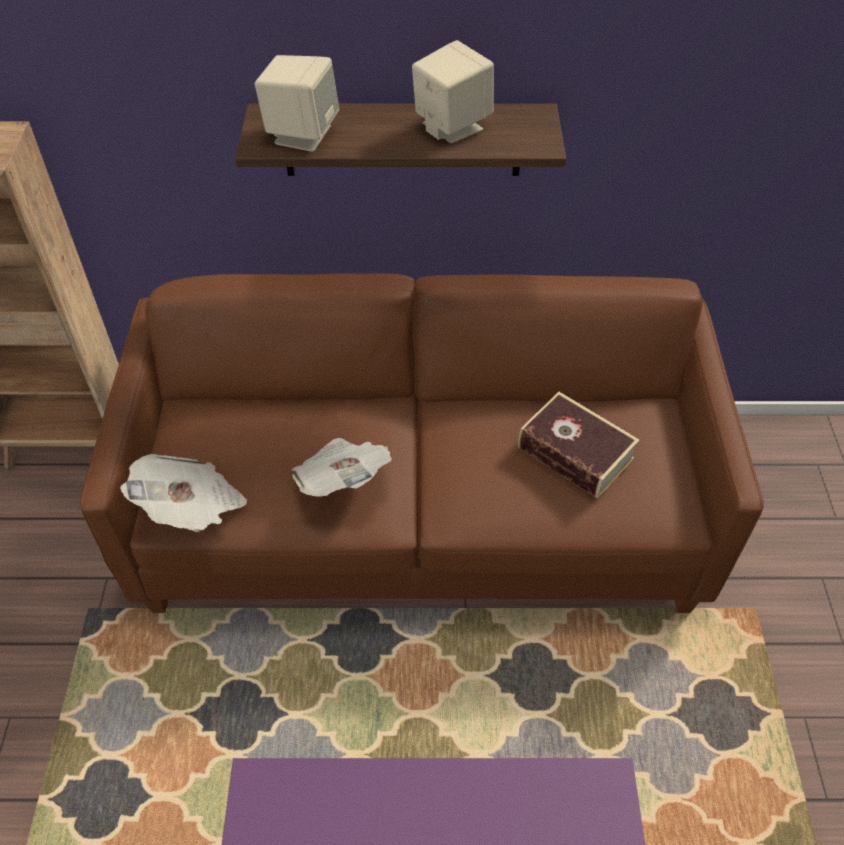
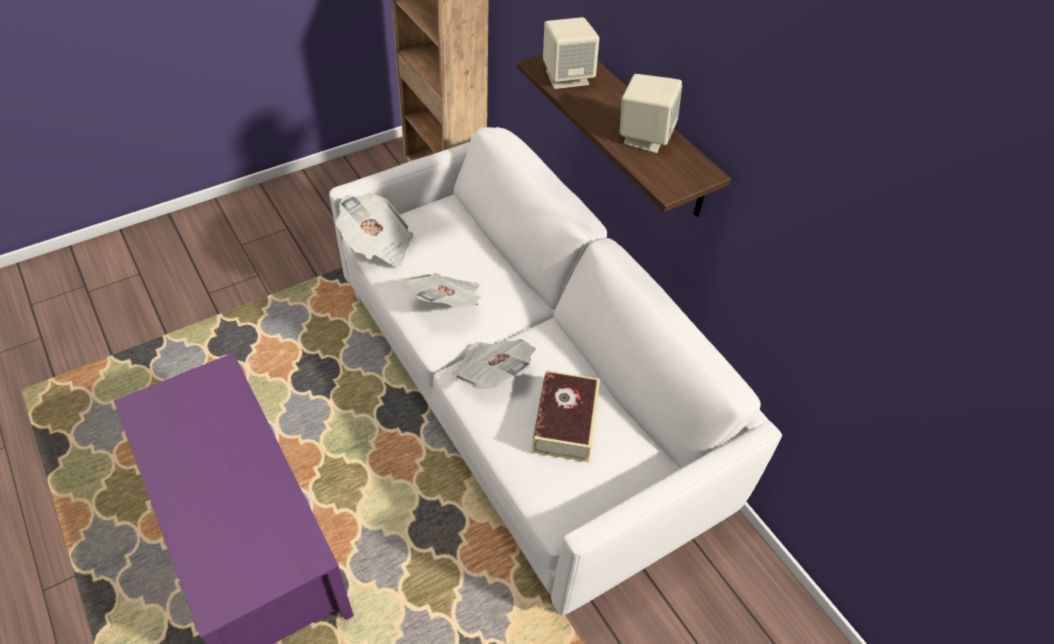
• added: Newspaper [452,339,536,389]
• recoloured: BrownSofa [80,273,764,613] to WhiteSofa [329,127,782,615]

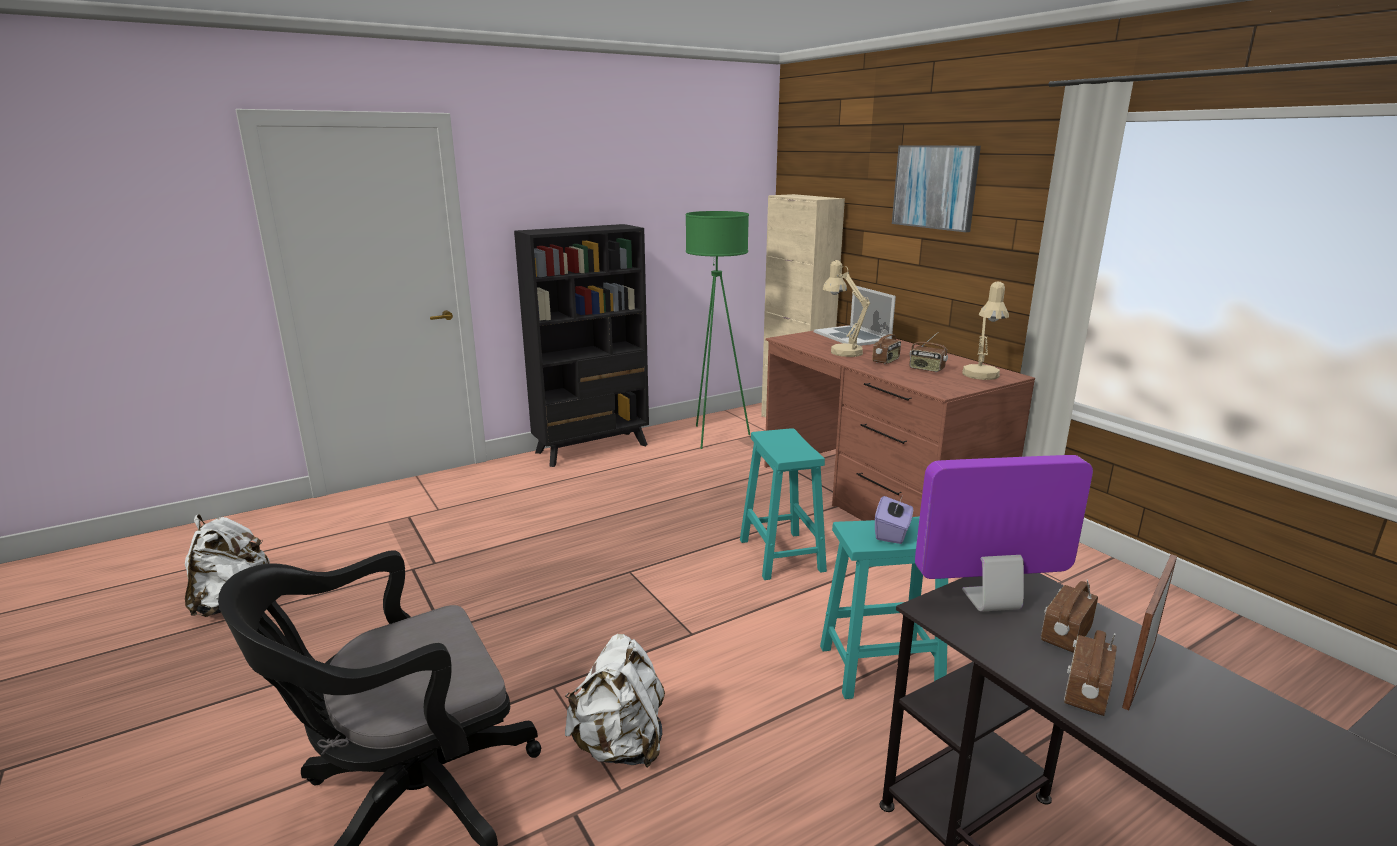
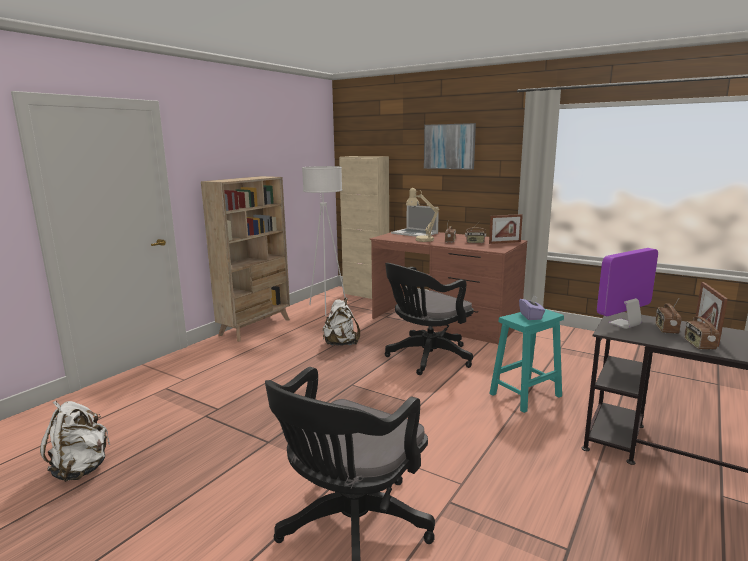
• moved: WhiteBackpack [565,634,665,767] to [323,298,360,346]
• replaced: TurquoiseStool [740,428,827,580] to BlackOfficeChair [385,263,474,375]
• replaced: BeigeTableLamp [962,281,1009,380] to PictureFrame [489,214,523,244]
• recoloured: BlackBookcase [514,224,649,467] to BeigeBookcase [201,176,290,342]
• recoloured: GreenFloorLamp [686,211,750,449] to WhiteFloorLamp [302,166,346,316]

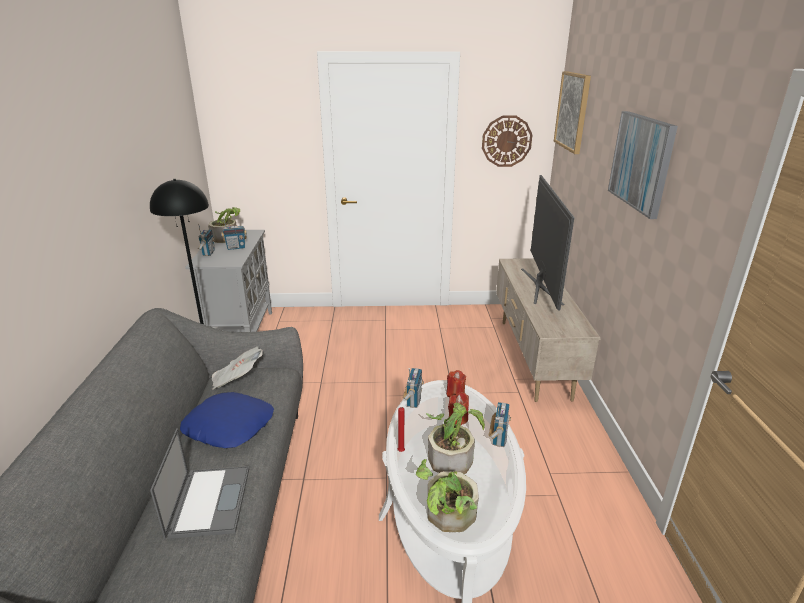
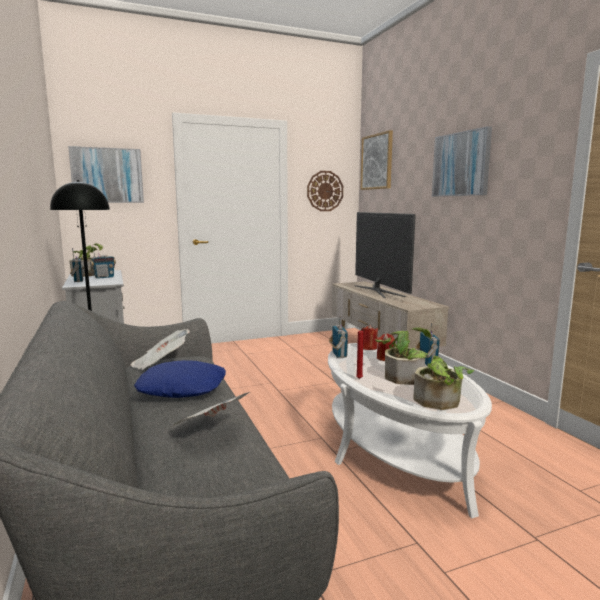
• added: Picture [68,146,144,203]
• replaced: Laptop [150,428,249,539] to Newspaper [170,392,250,427]

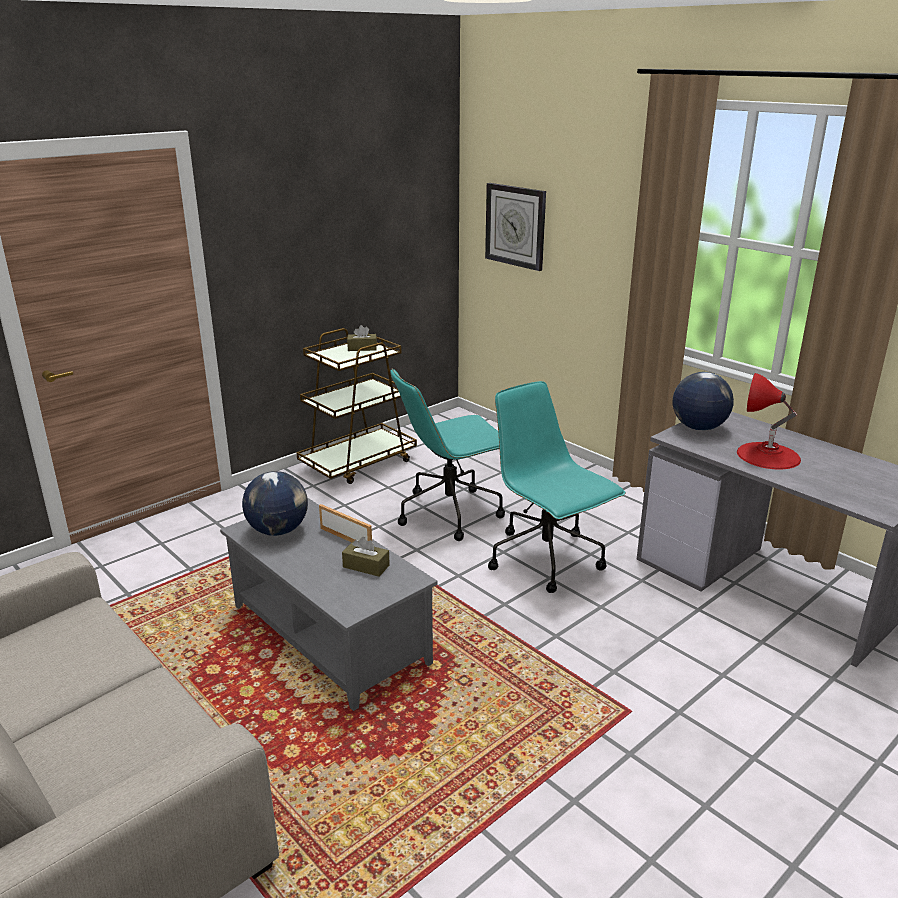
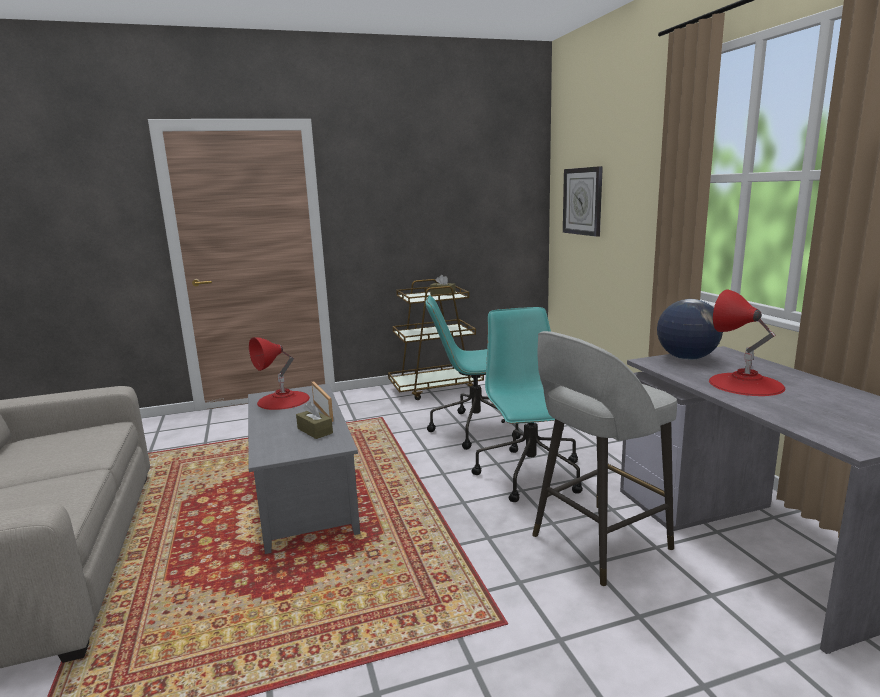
• added: GreyStool [532,331,677,586]
• replaced: Globe [242,471,308,536] to RedTableLamp [249,337,310,410]

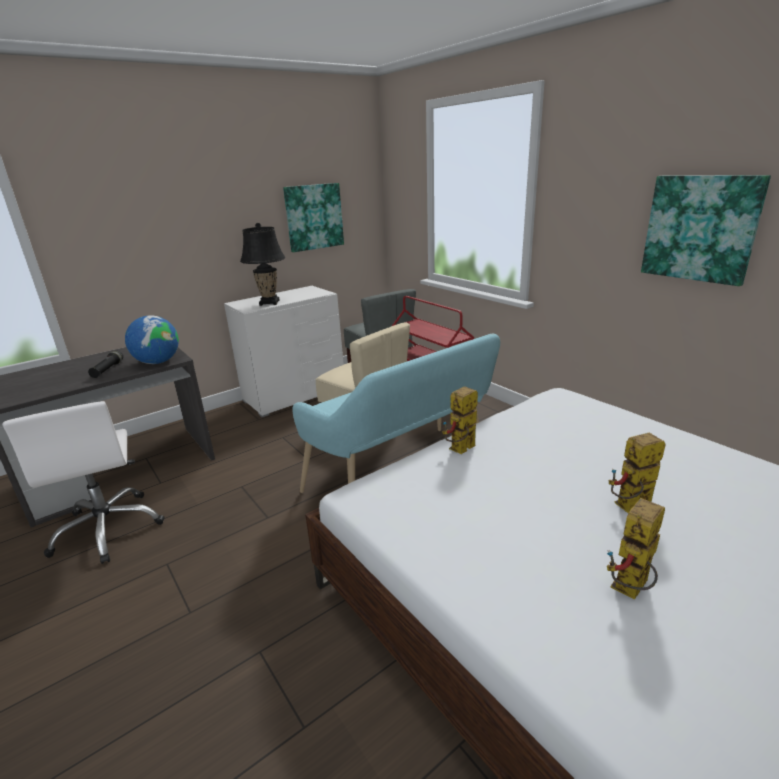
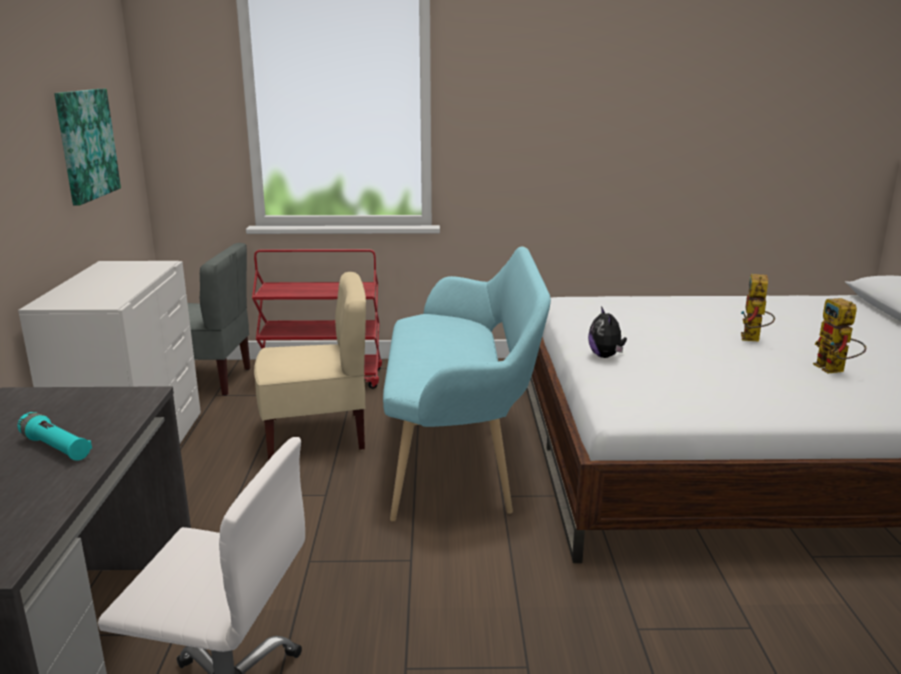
• removed: Globe [125,315,179,364]
• removed: BlackTableLamp [240,223,285,306]
• removed: Picture [641,175,771,286]
• replaced: ToyRobot [442,386,478,454] to PlushToy [588,306,627,358]
• recoloured: BlackFlashlight [88,350,123,378] to TurquoiseFlashlight [17,412,92,461]

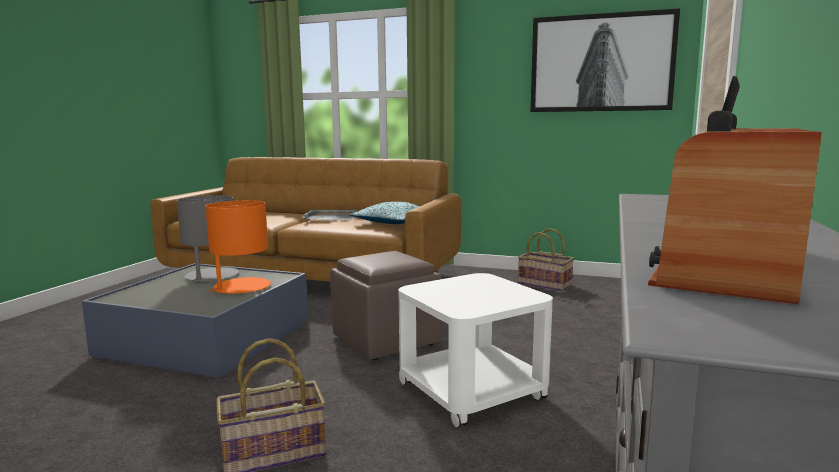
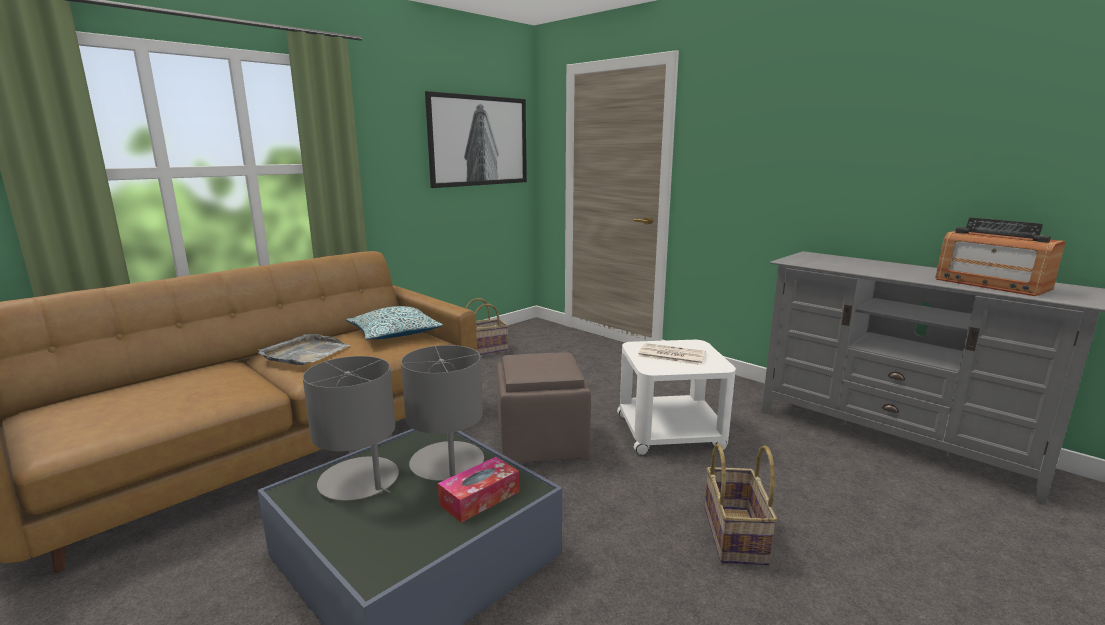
• added: TissueBox [438,457,519,523]
• added: Newspaper [638,343,706,365]
• recoloured: OrangeTableLamp [205,200,271,294] to GreyTableLamp [401,345,484,481]

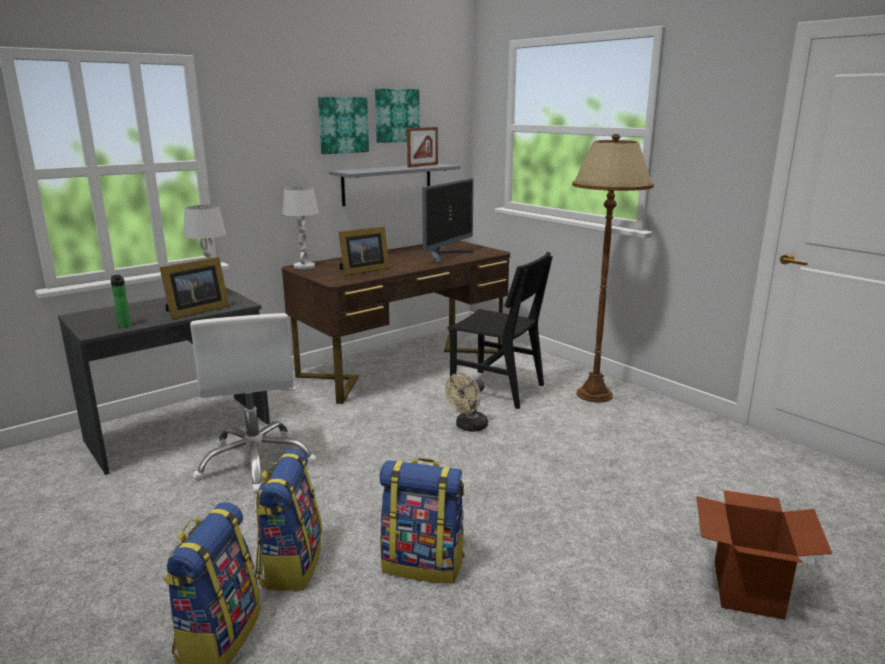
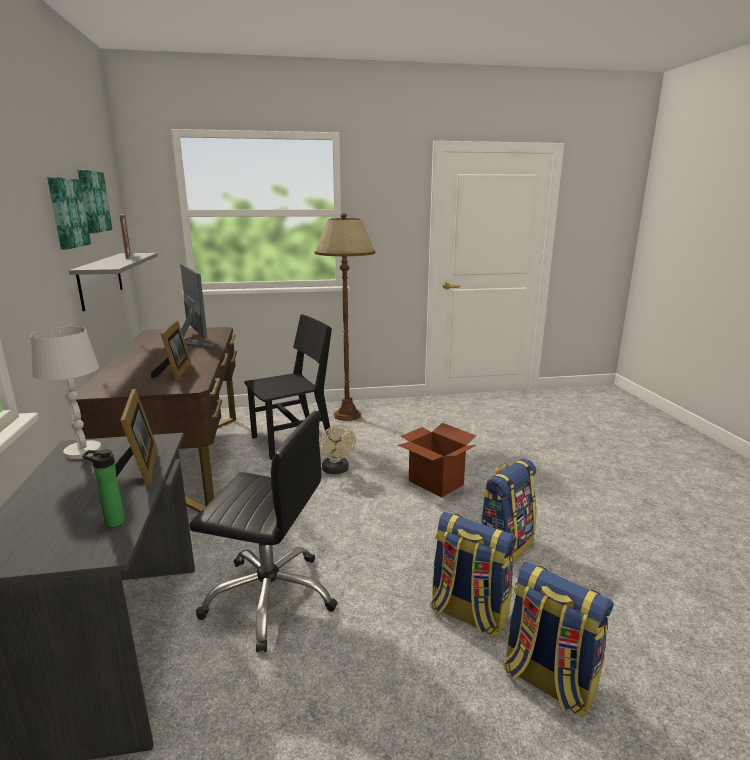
• removed: WhiteTableLamp [282,187,319,269]
• moved: CardboardBox [696,490,832,620] to [398,423,476,498]
• recoloured: WhiteOfficeChair [190,313,316,493] to BlackOfficeChair [189,411,337,653]

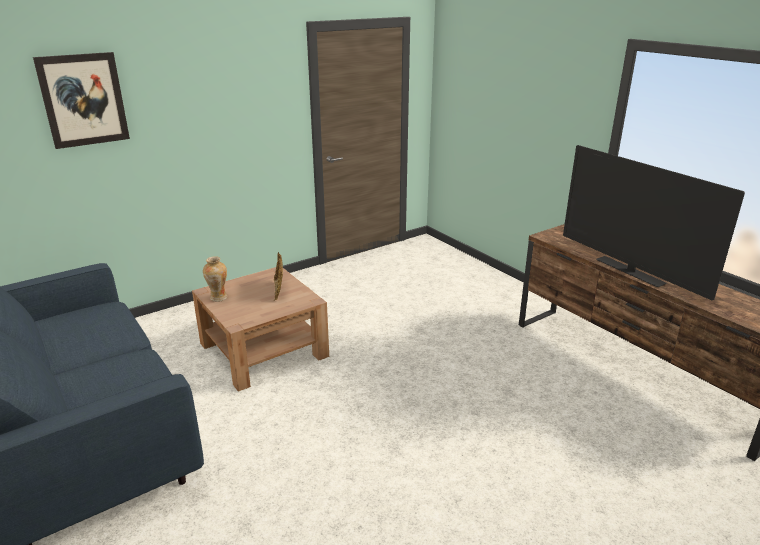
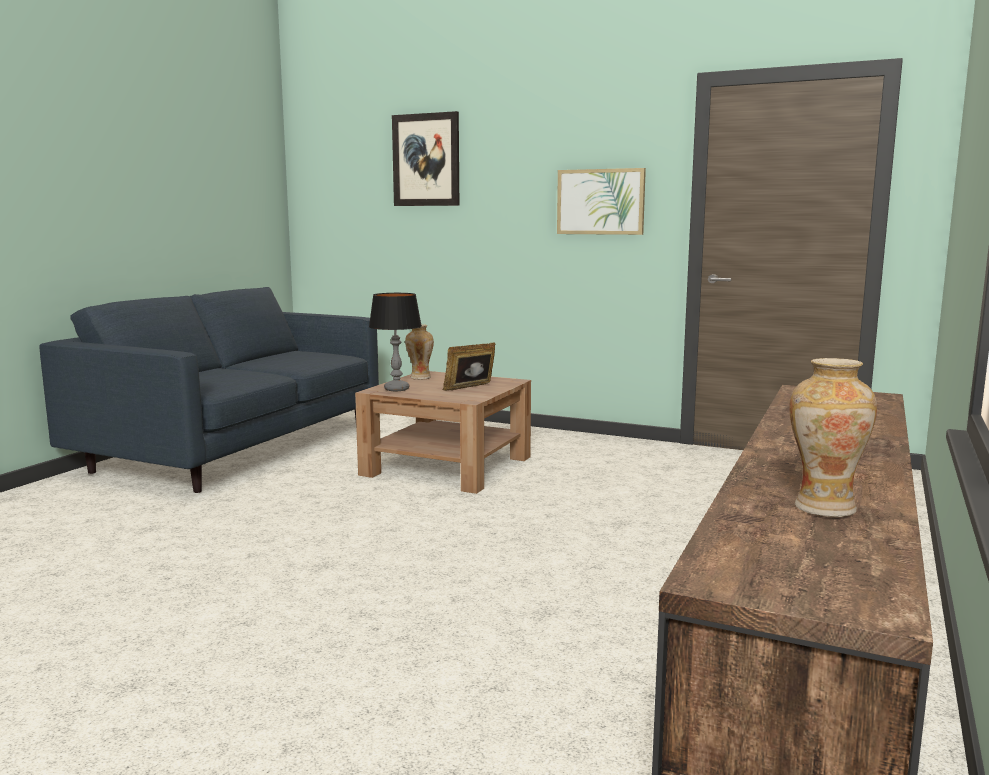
• removed: Television [563,145,745,300]
• added: TableLamp [369,293,422,391]
• added: Picture [557,168,646,235]
• added: Vase [789,358,877,517]

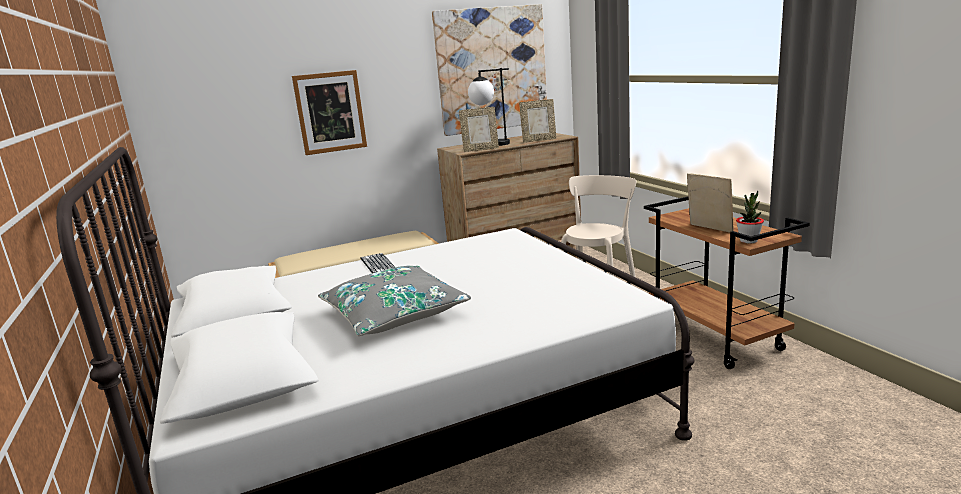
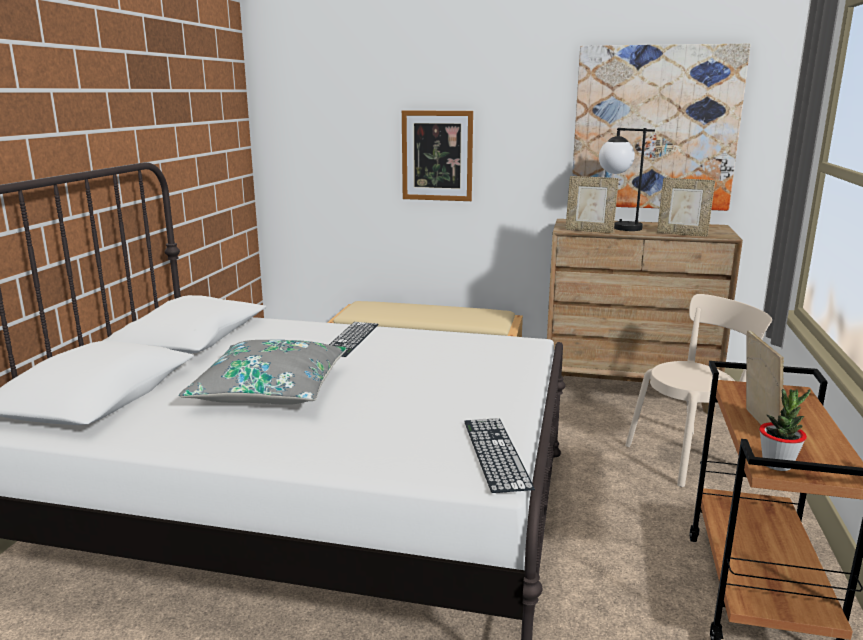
• added: Keyboard [464,418,535,493]

